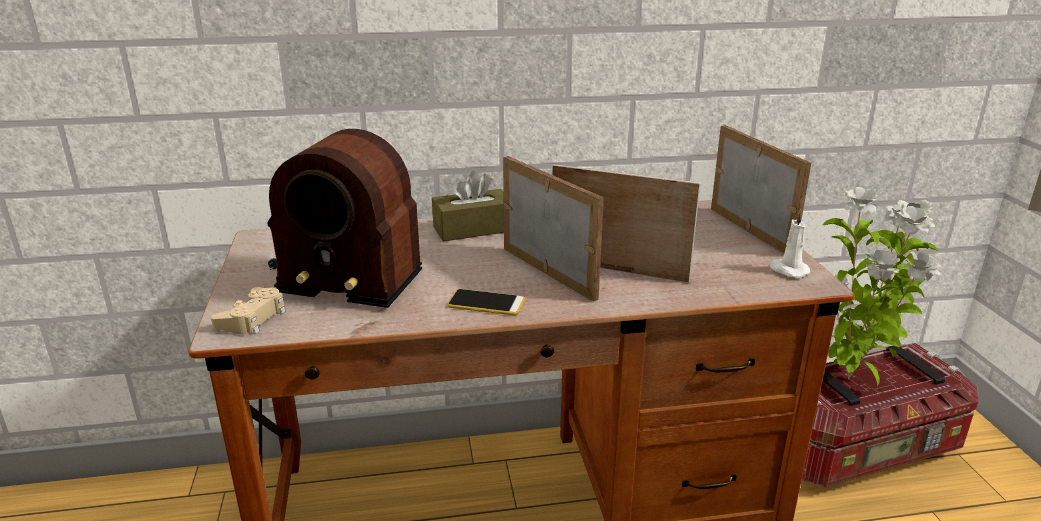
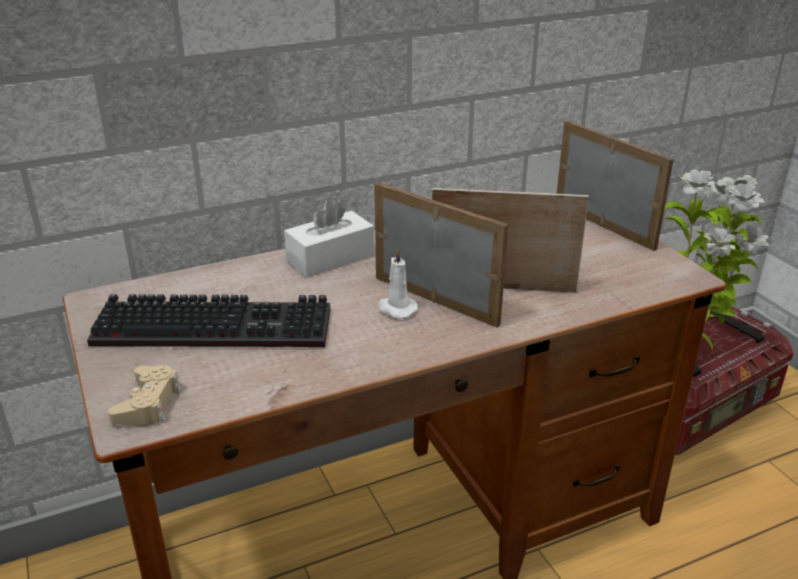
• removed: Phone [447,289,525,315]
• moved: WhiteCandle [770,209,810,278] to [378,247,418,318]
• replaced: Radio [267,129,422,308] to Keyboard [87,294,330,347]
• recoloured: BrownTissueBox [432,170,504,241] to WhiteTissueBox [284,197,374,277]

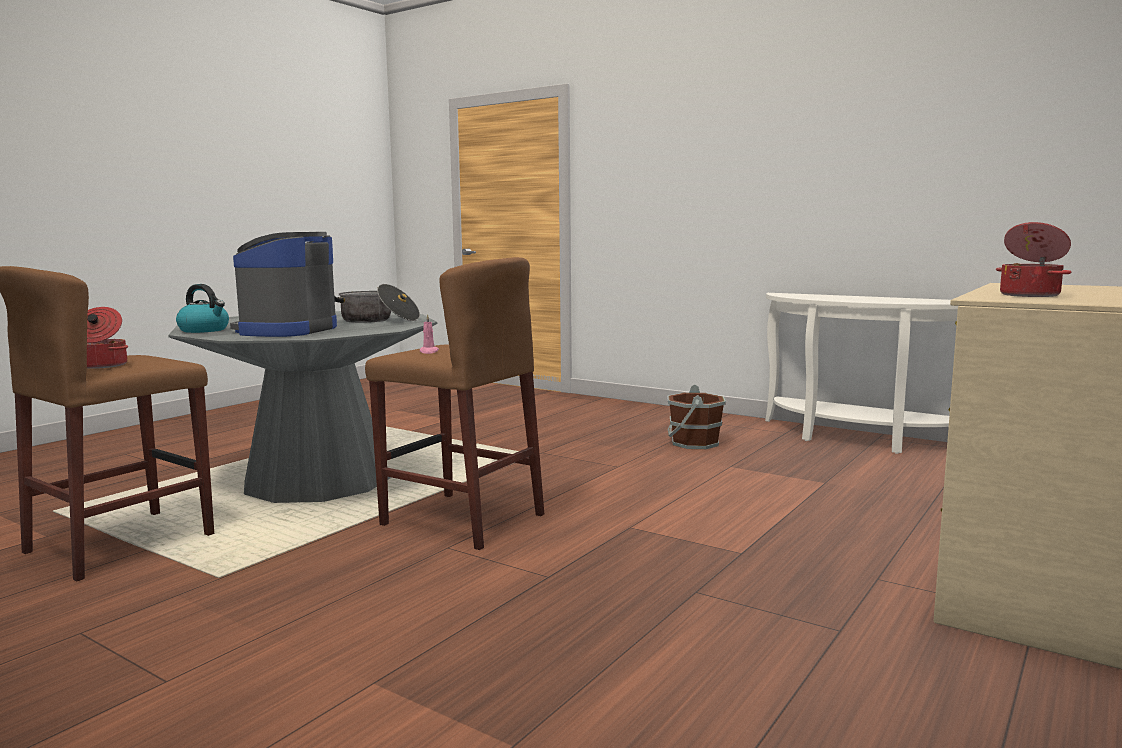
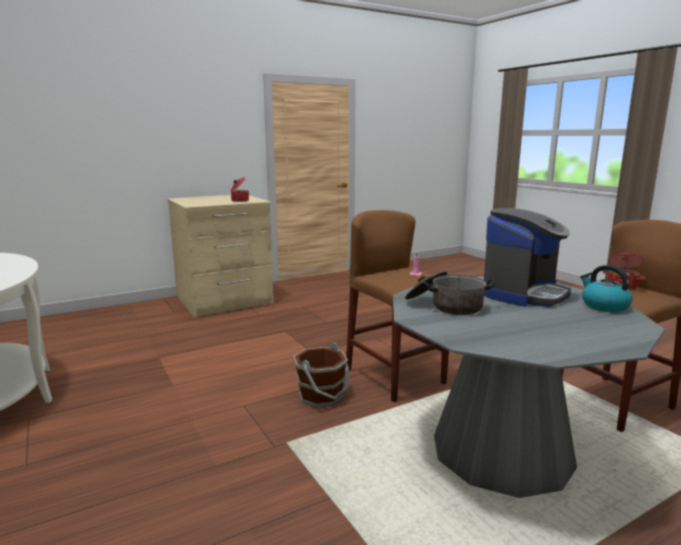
• moved: BrownBucket [667,384,726,449] to [293,342,349,407]

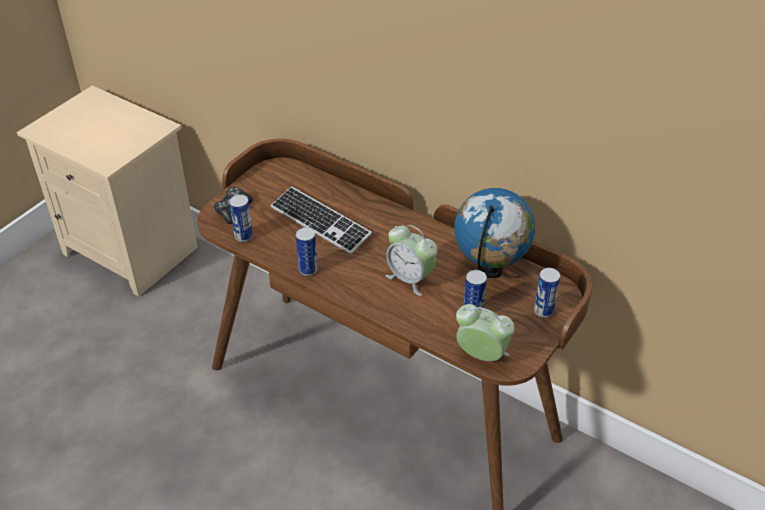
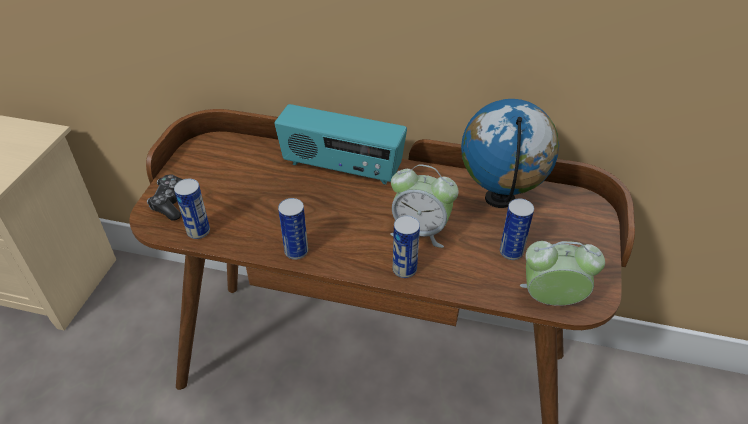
• removed: Keyboard [270,186,372,254]
• added: Radio [274,104,407,185]
• moved: Can [534,268,560,318] to [393,215,420,278]

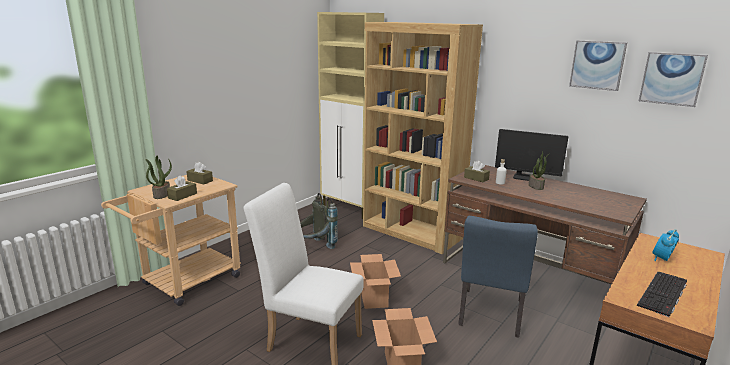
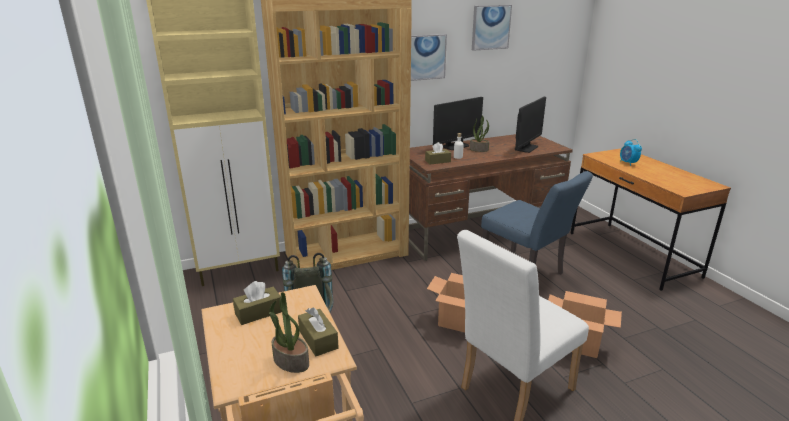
• removed: Keyboard [637,272,687,317]
• added: Monitor [514,97,546,153]
• moved: Picture [639,52,708,107] to [411,34,447,81]

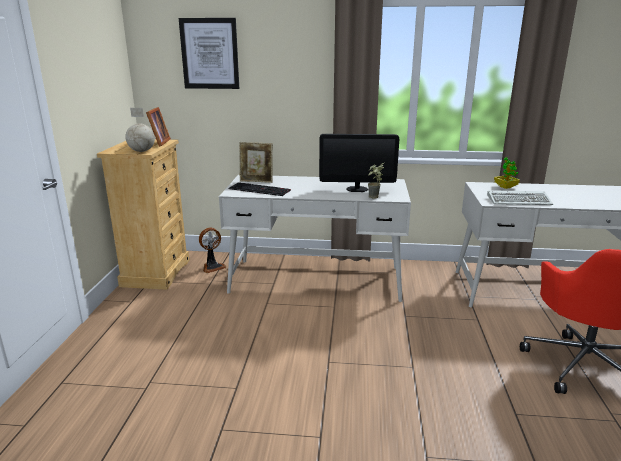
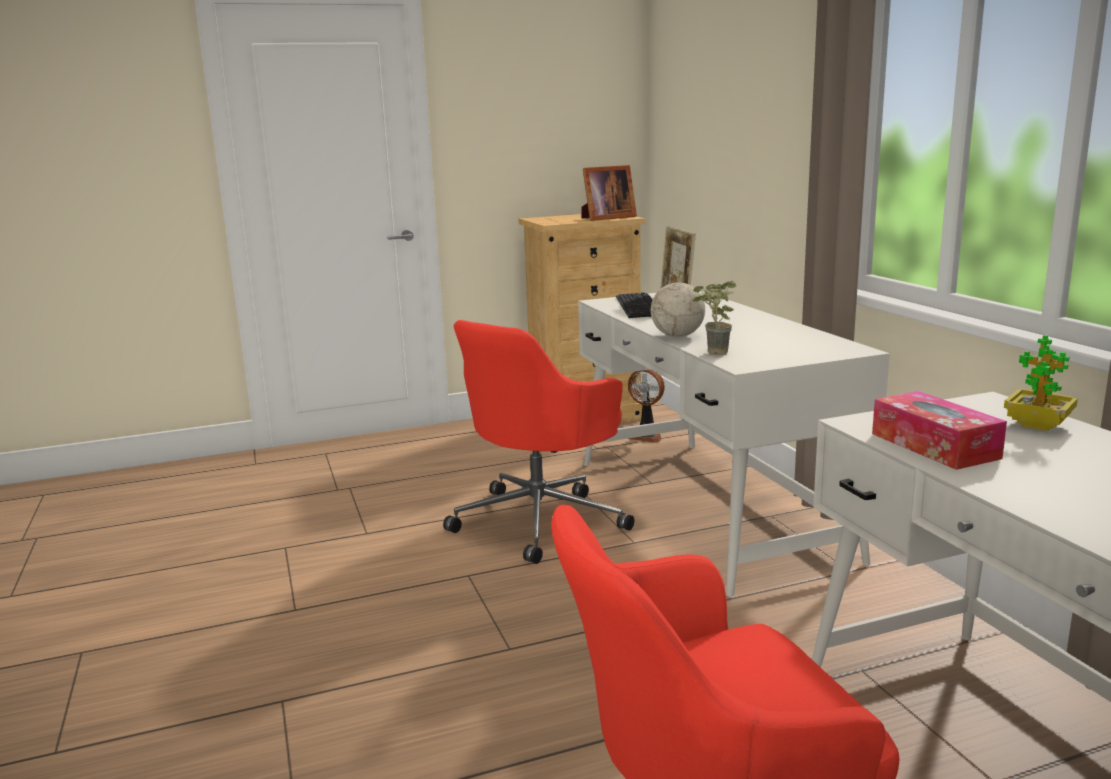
• removed: Picture [179,18,239,89]
• removed: Monitor [319,134,399,192]
• added: RedOfficeChair [443,320,634,564]
• moved: Globe [125,108,155,152] to [651,251,705,337]
• replaced: Keyboard [487,190,553,205] to TissueBox [872,391,1007,470]

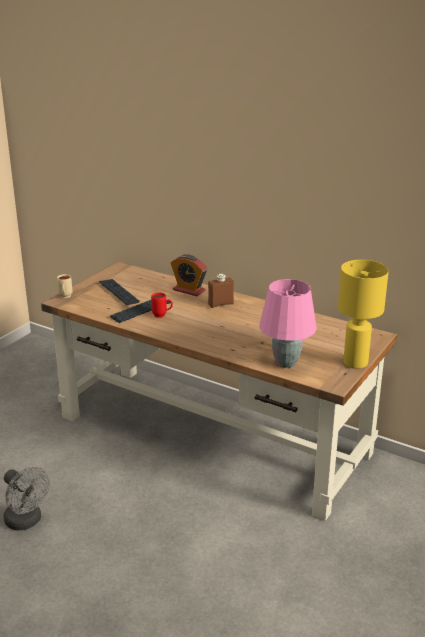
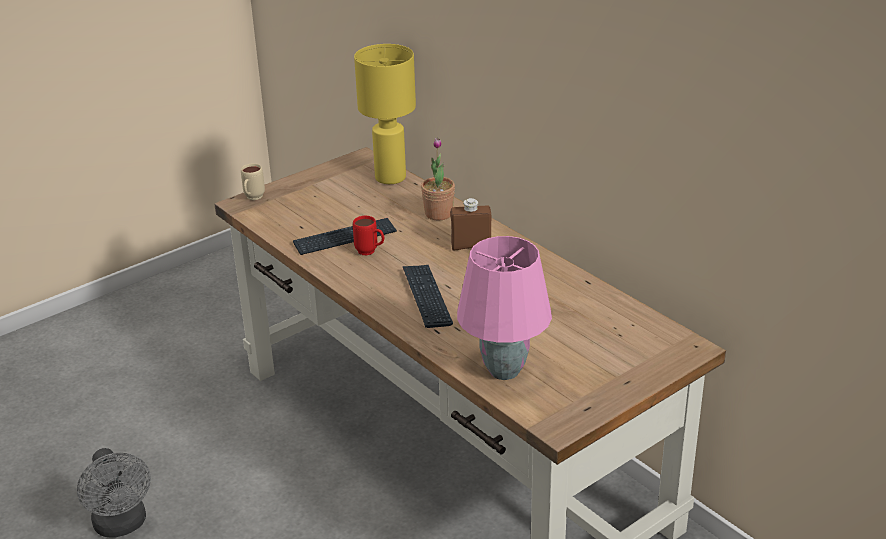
• moved: Keyboard [99,279,140,305] to [403,265,453,328]
• moved: YellowTableLamp [338,260,389,369] to [354,44,416,184]
• replaced: AlarmClock [171,254,207,296] to PottedPlant [421,138,455,221]

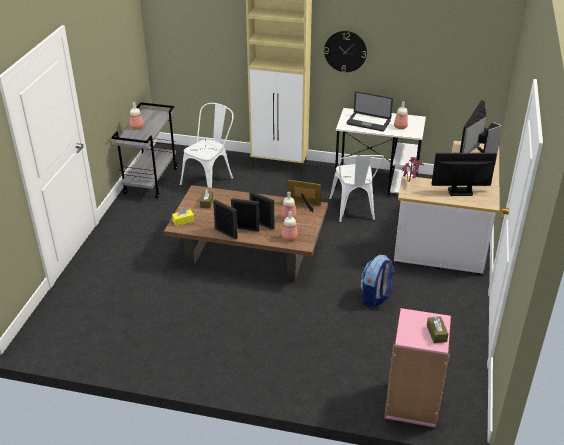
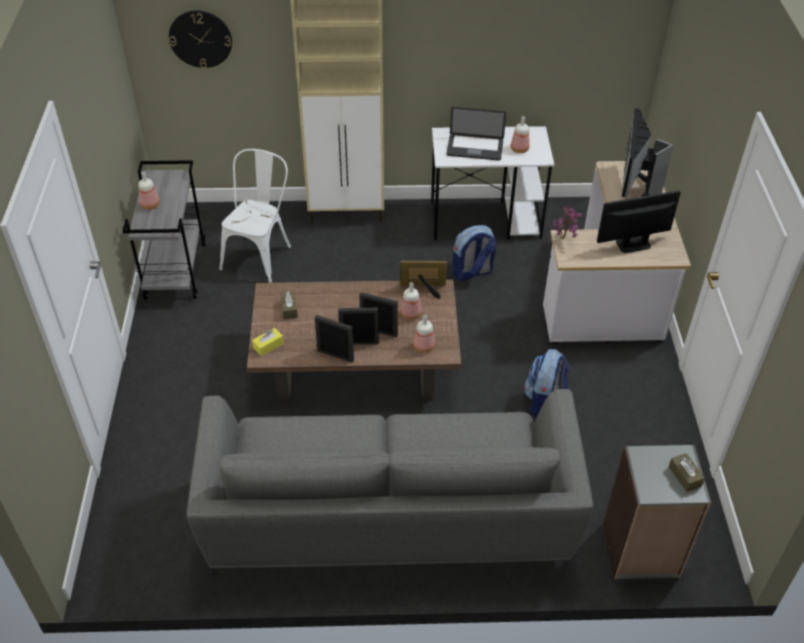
• added: GreySofa [187,389,593,577]
• moved: WallClock [324,31,367,72] to [169,10,232,69]
• replaced: WhiteChair [329,155,384,222] to Backpack [452,225,496,281]
• recoloured: PinkBookcase [384,308,453,428] to GreyBookcase [603,445,711,580]

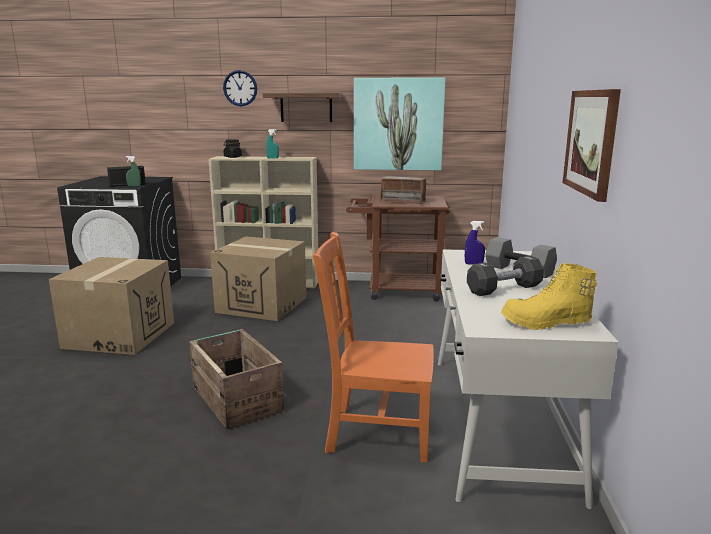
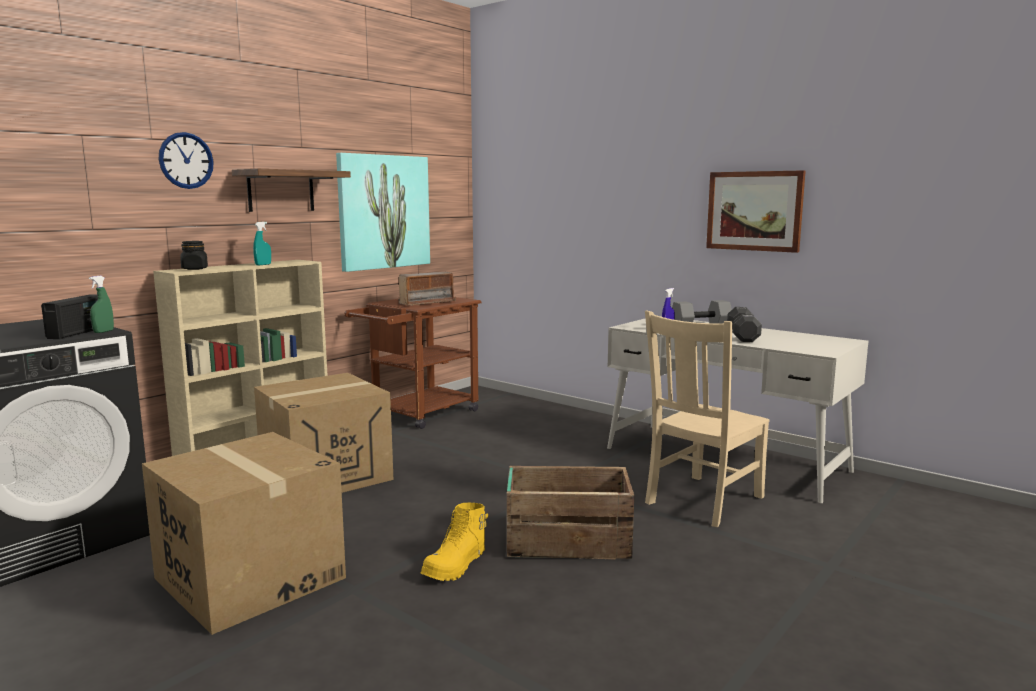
• moved: YellowBoot [501,263,597,330] to [421,503,488,581]
• recoloured: OrangeChair [313,232,434,463] to BeigeChair [645,310,770,527]

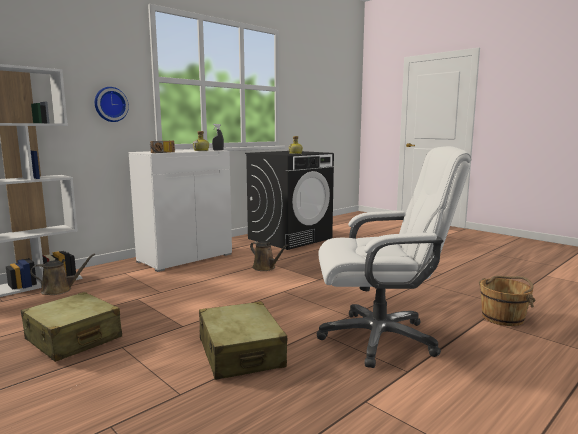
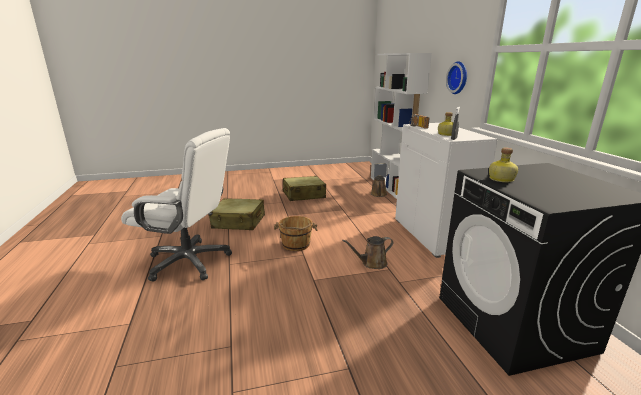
• moved: BrownBucket [479,276,536,326] to [274,216,318,251]
• turned: WhiteOfficeChair [317,146,471,368] = [121,128,232,282] 105 degrees counterclockwise

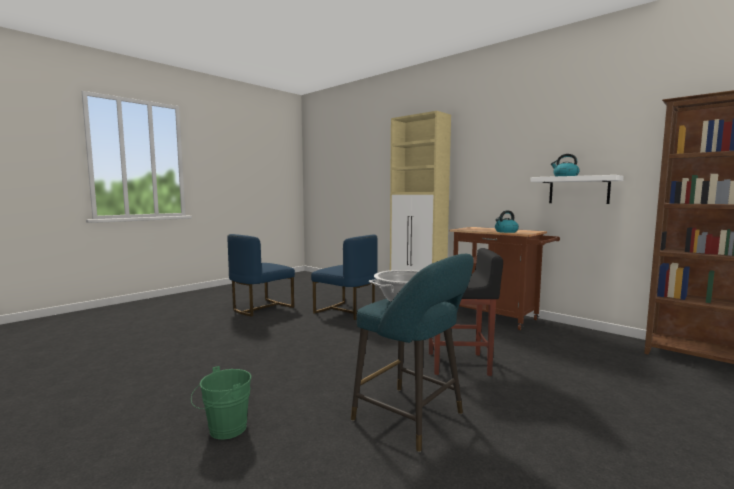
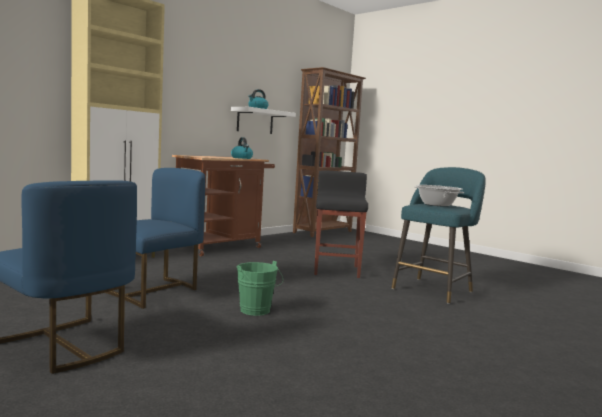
• moved: GreenBucket [191,366,251,440] to [237,261,283,316]

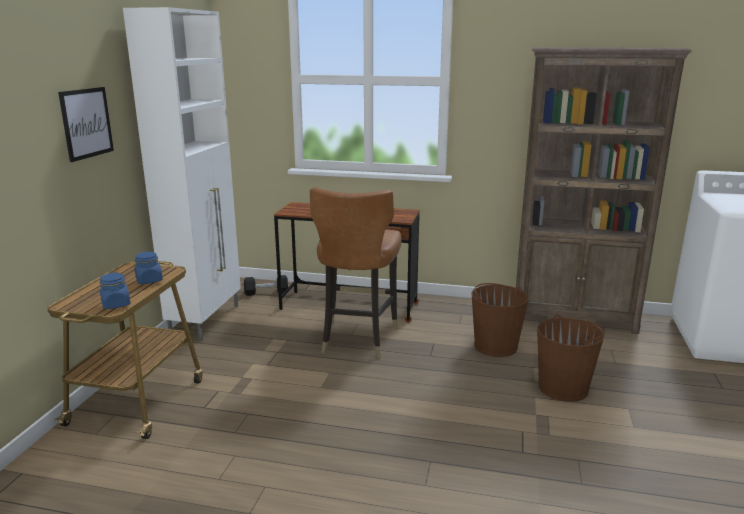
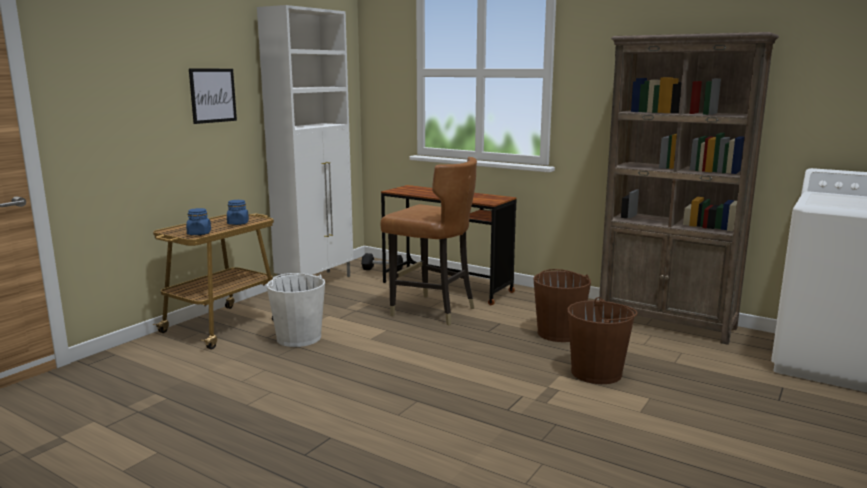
• added: WhiteBucket [266,273,325,347]
• turned: BrownChair [310,187,402,358] = [380,157,477,325] 90 degrees counterclockwise

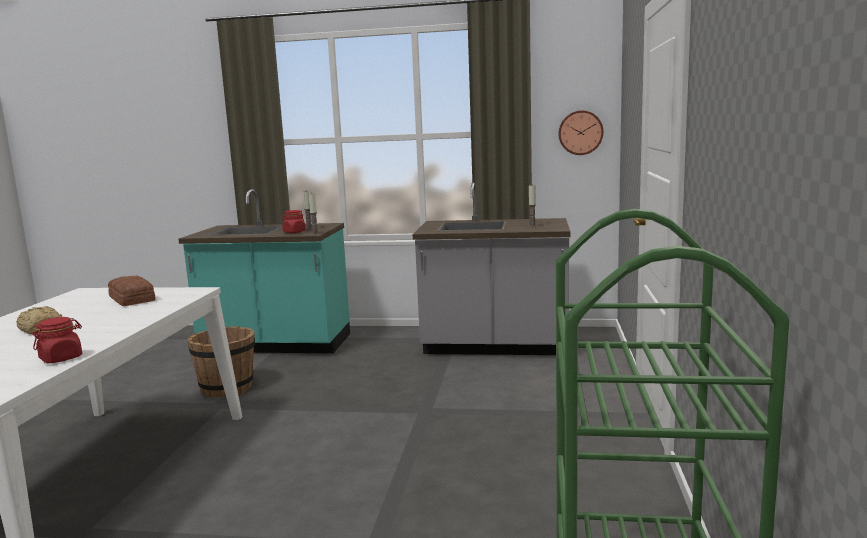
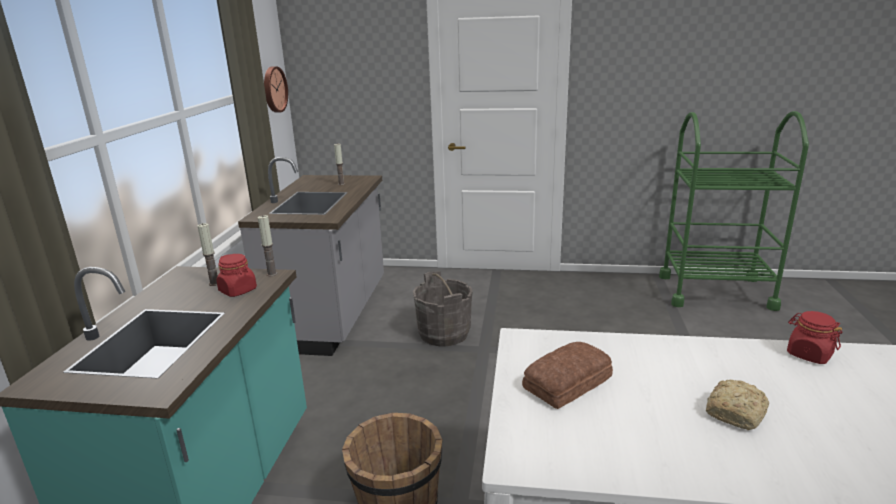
• added: GreyBucket [413,271,473,347]

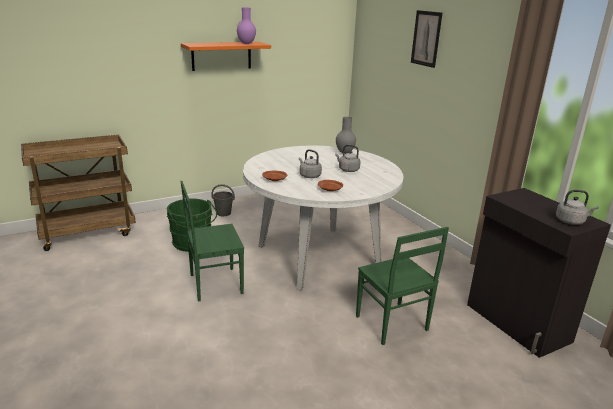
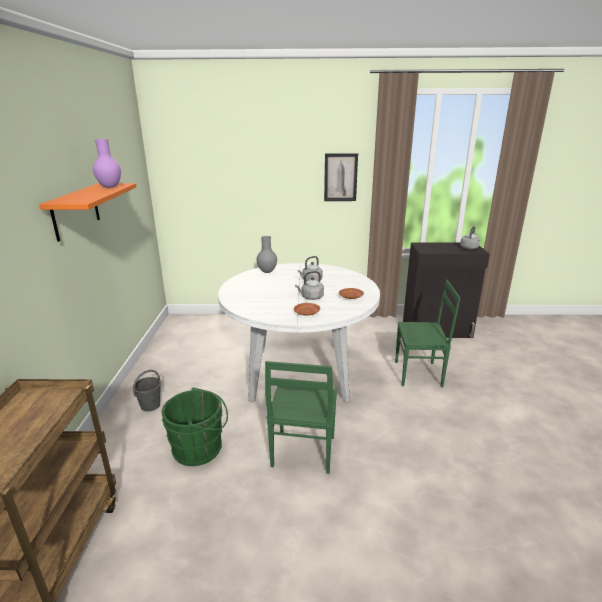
• moved: Picture [411,10,442,68] to [324,153,358,201]

